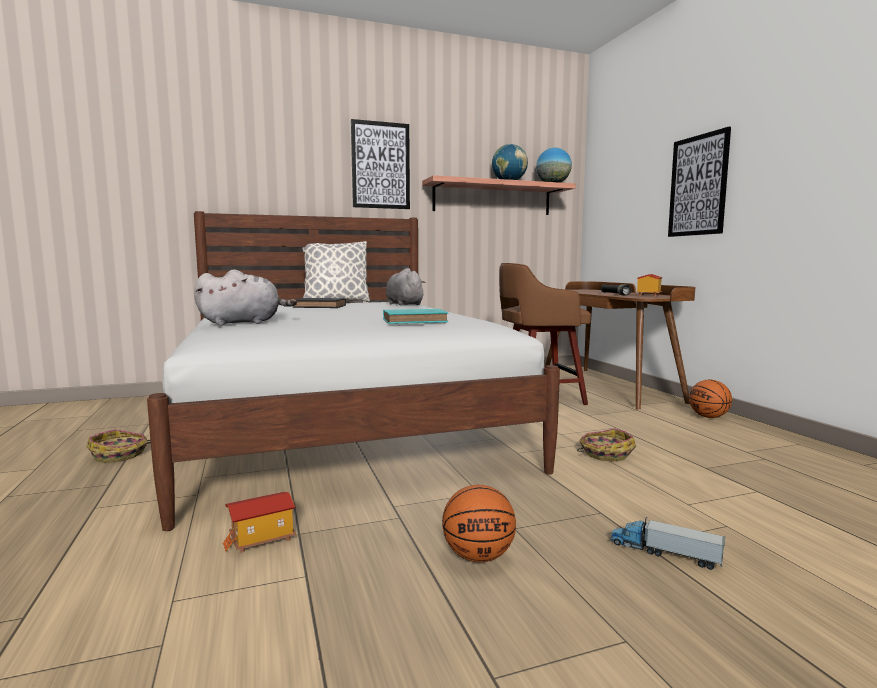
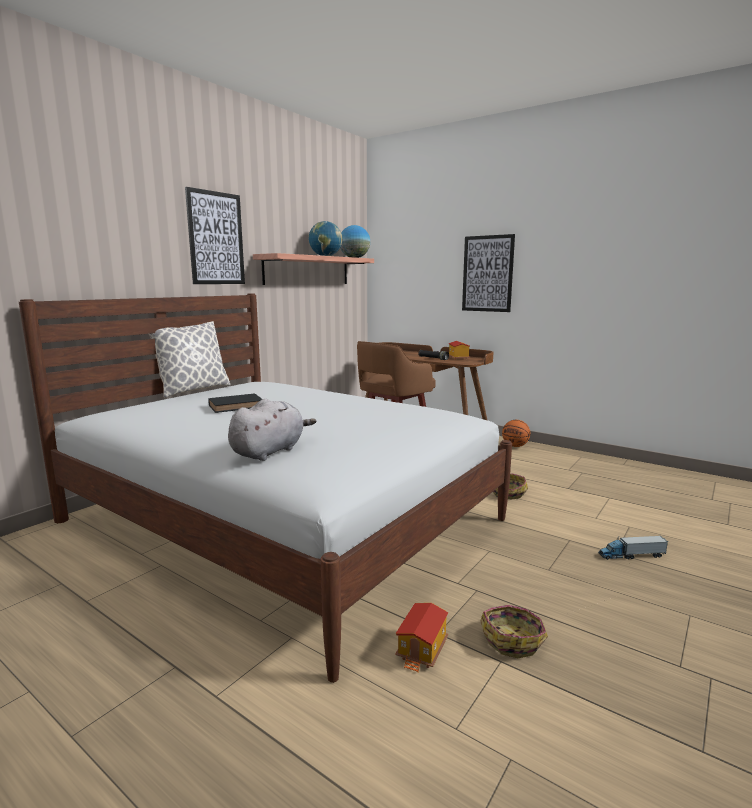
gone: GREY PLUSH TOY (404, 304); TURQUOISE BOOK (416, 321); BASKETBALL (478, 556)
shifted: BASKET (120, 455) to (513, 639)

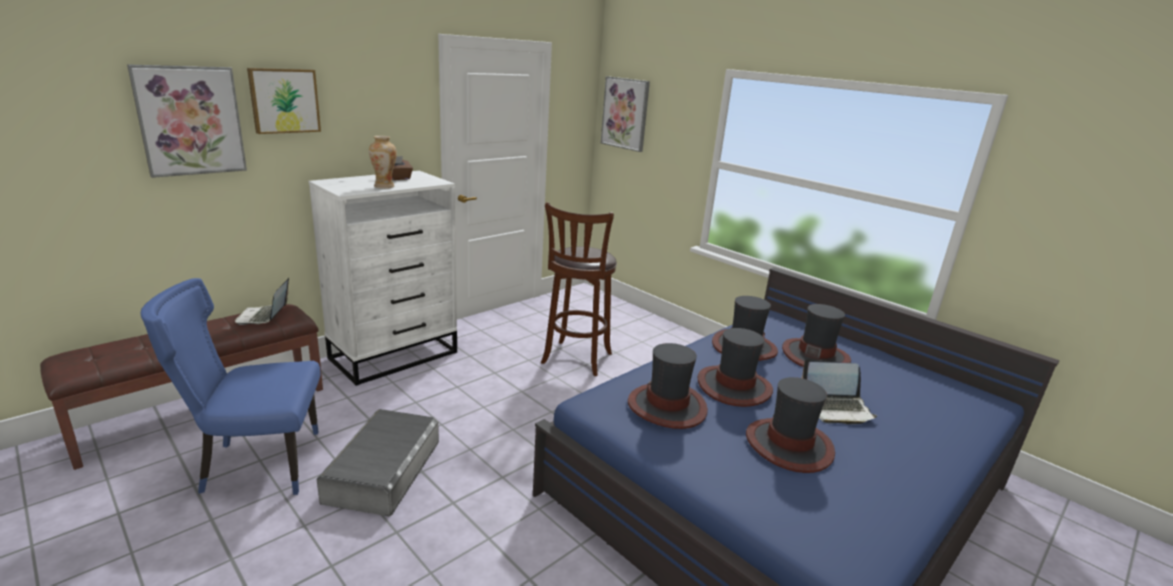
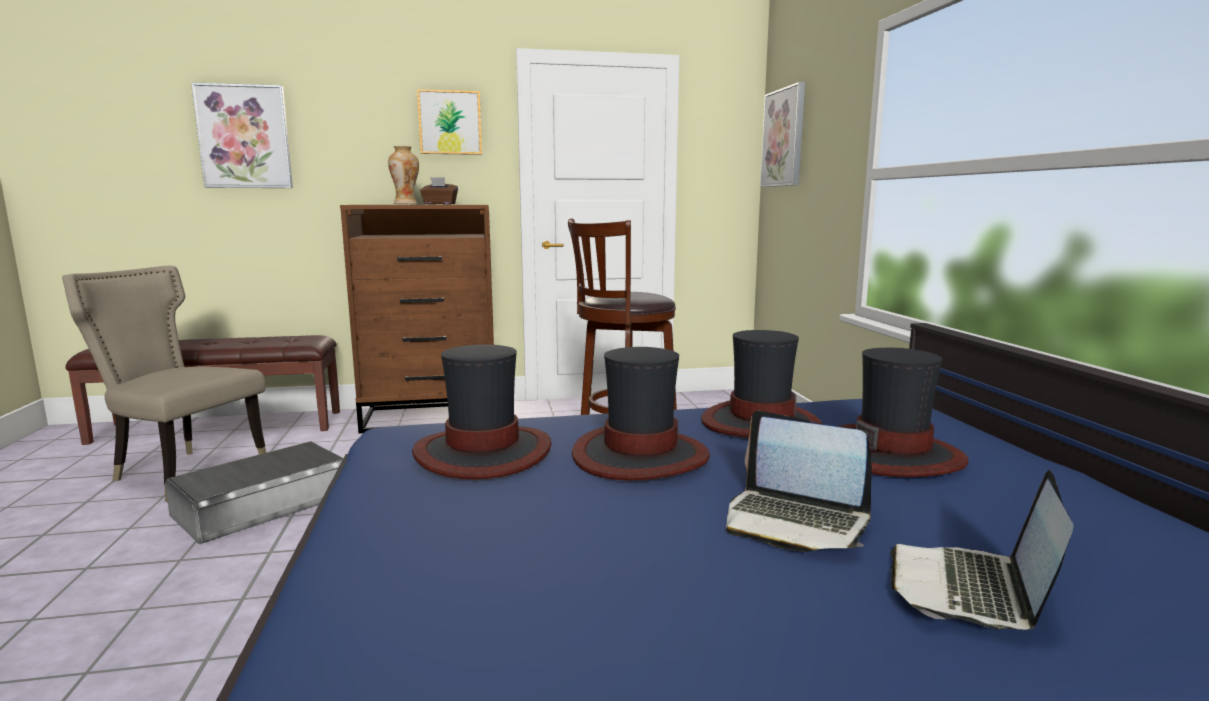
gone: HAT (789, 445)
shifted: PICTURE (284, 100) to (450, 123); LAPTOP (263, 316) to (970, 590)
repainted: WHITE DRESSER (395, 355) to BROWN DRESSER (432, 417); BLUE CHAIR (257, 464) to BEIGE CHAIR (184, 472)

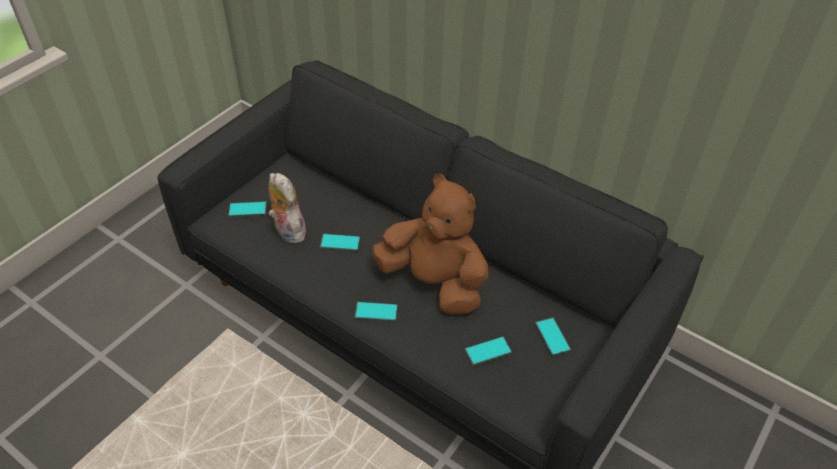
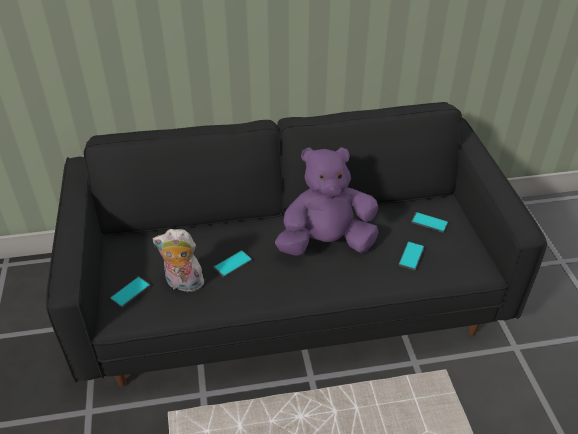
gone: PHONE (376, 312)
repainted: BROWN PLUSH TOY (434, 282) to PURPLE PLUSH TOY (326, 243)

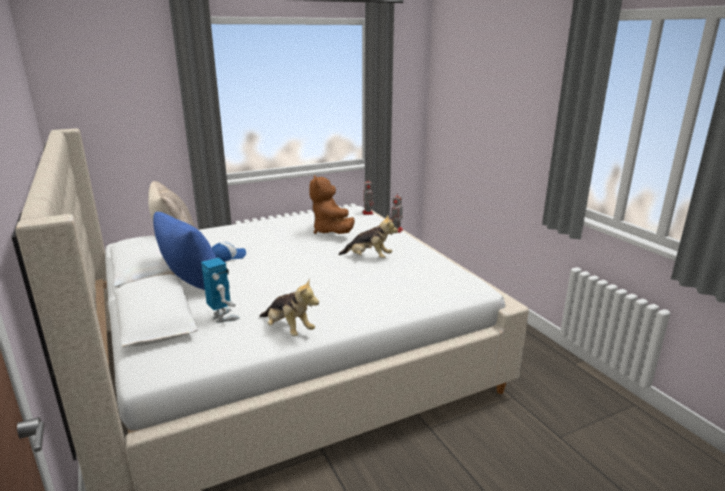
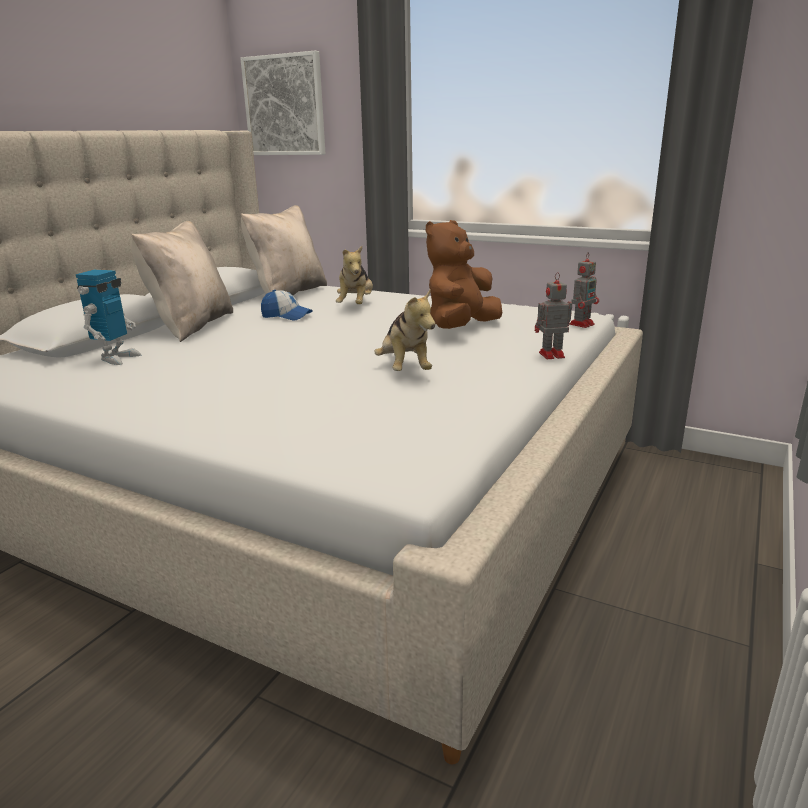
new: PICTURE (285, 106)
shifted: PLUSH TOY (288, 329) to (356, 305)
repainted: BLUE PILLOW (192, 285) to BEIGE PILLOW (191, 326)

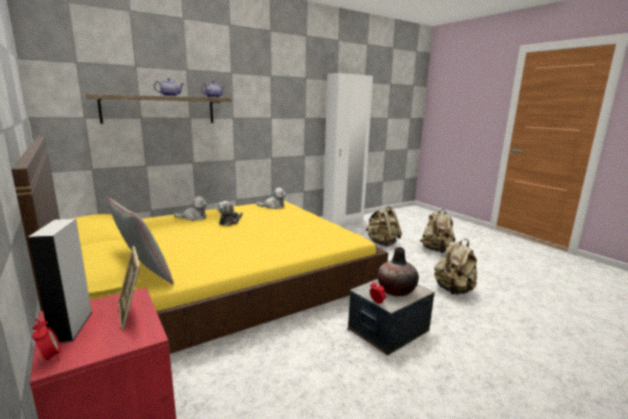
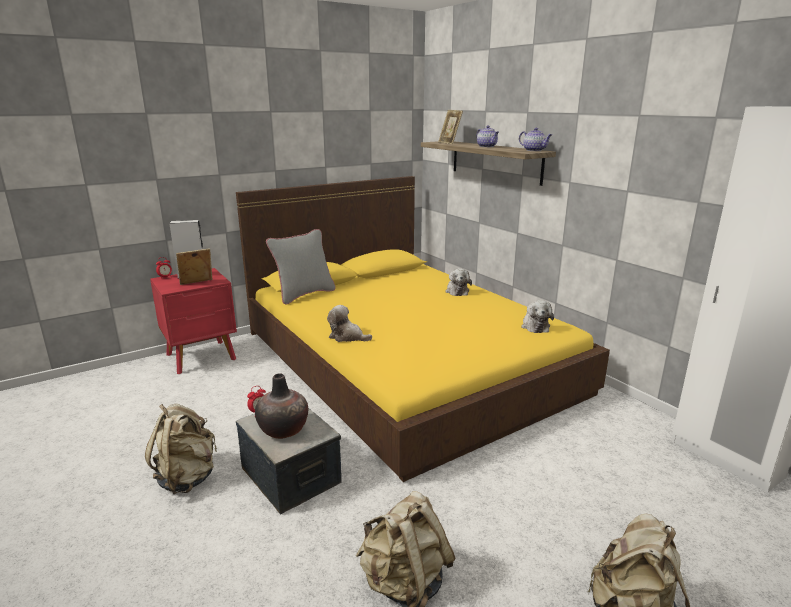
new: PICTURE FRAME (449, 143)
shifted: PLUSH TOY (230, 221) to (347, 337); BEIGE BACKPACK (382, 243) to (187, 477)

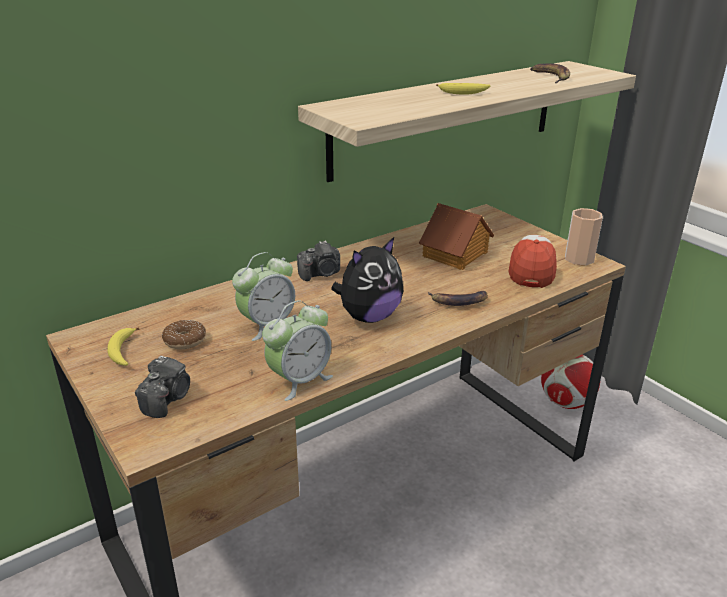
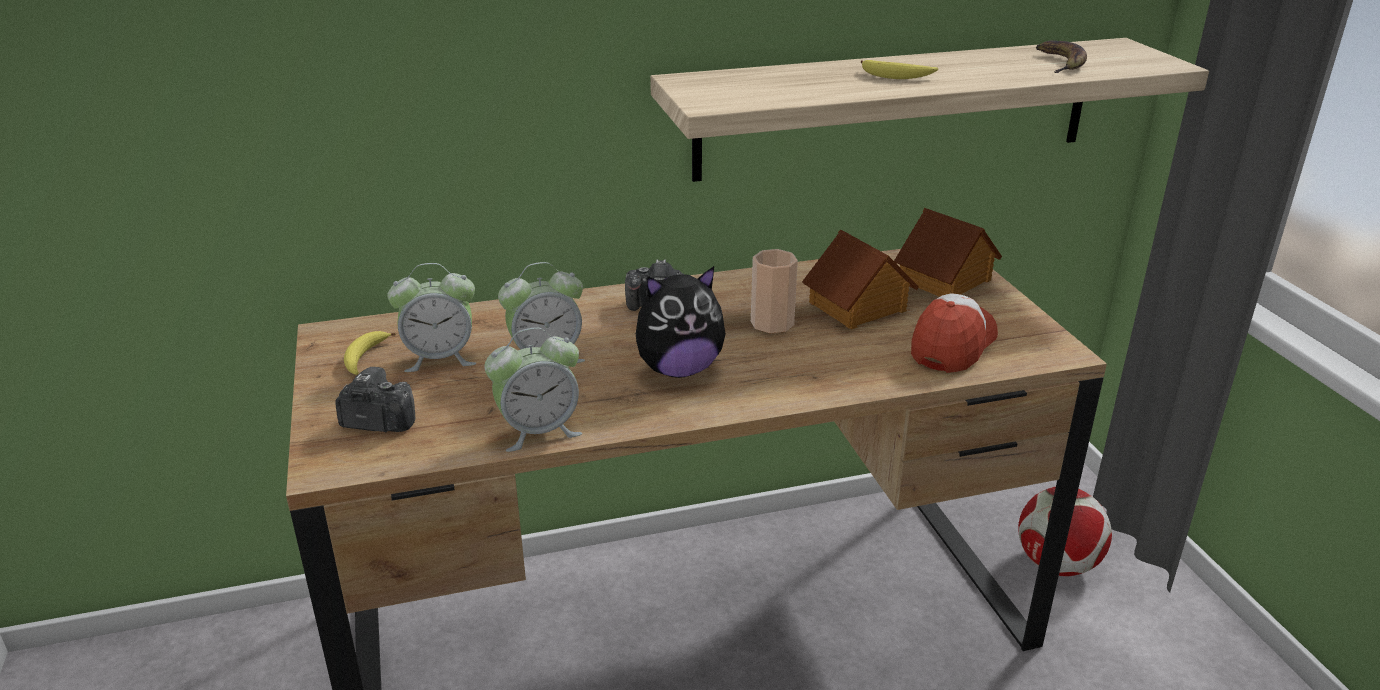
gone: BANANA (458, 301)
new: TOY HOUSE (946, 280)
shifted: CUP (579, 259) to (772, 323)
swapped: DONUT (185, 340) to ALARM CLOCK (440, 358)
rotated: PHOTO CAMERA (167, 399) = (378, 422) 120 degrees counterclockwise

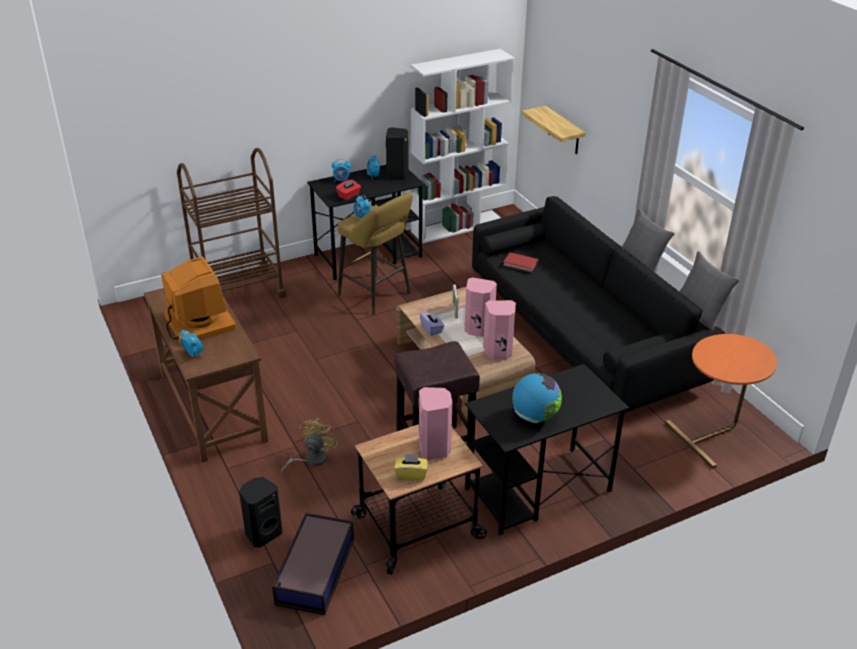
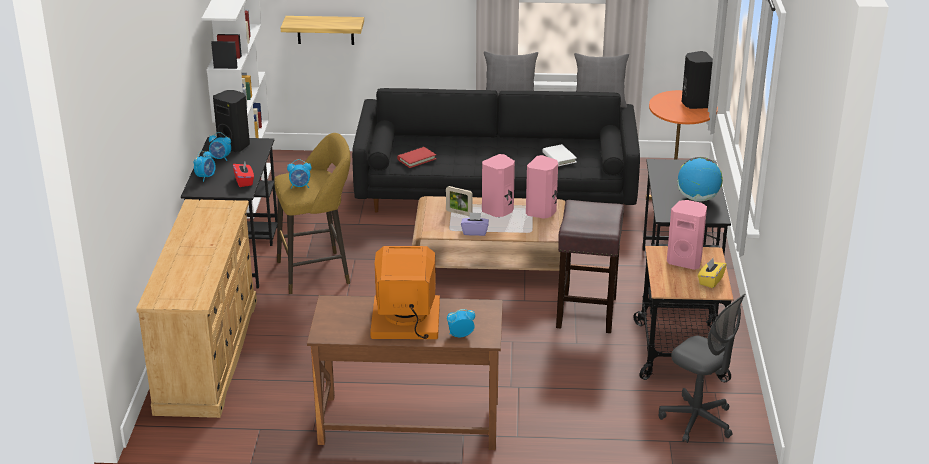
gone: YELLOW FAN (311, 459)
new: WHITE BOOK (559, 157)
shifted: BLACK SPEAKER (263, 533) to (694, 104)
swapped: BROWN CART (238, 291) to BEIGE DRESSER (207, 354); STORAGE BOX (314, 572) to GREY OFFICE CHAIR (697, 421)

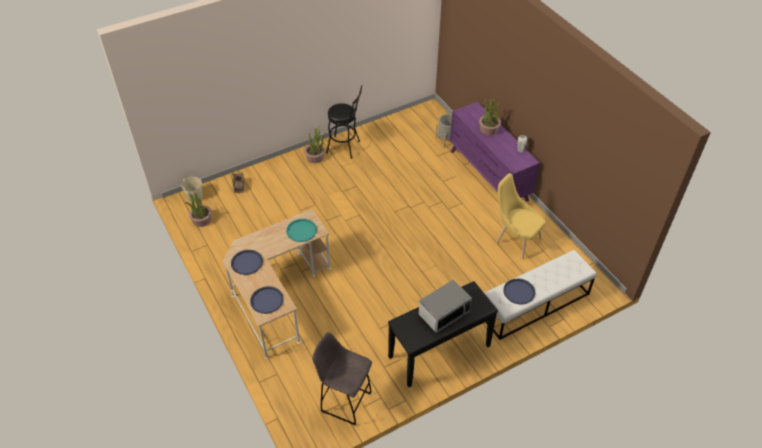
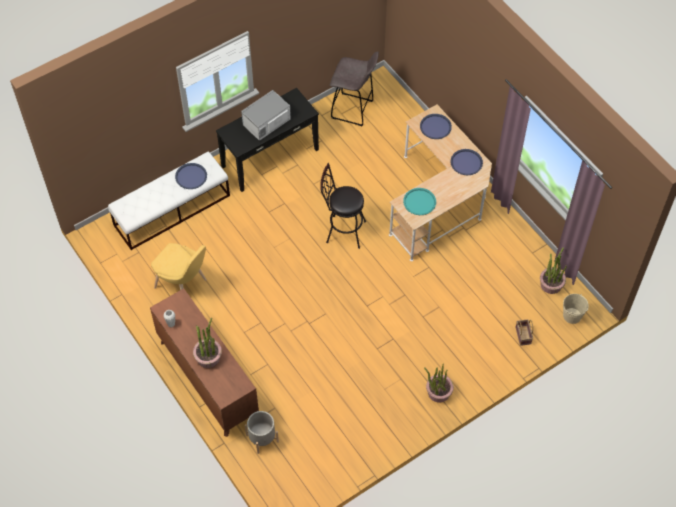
shifted: BLACK STOOL (346, 148) to (342, 231)
repainted: PURPLE DRESSER (489, 175) to BROWN DRESSER (207, 379)

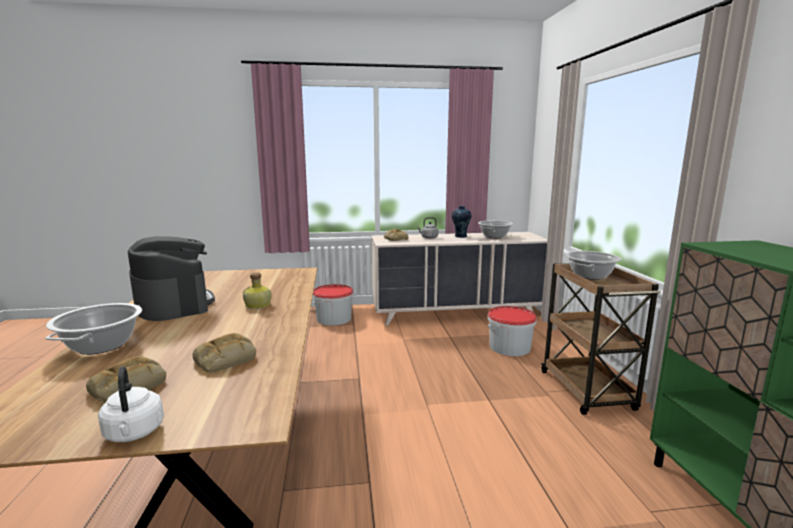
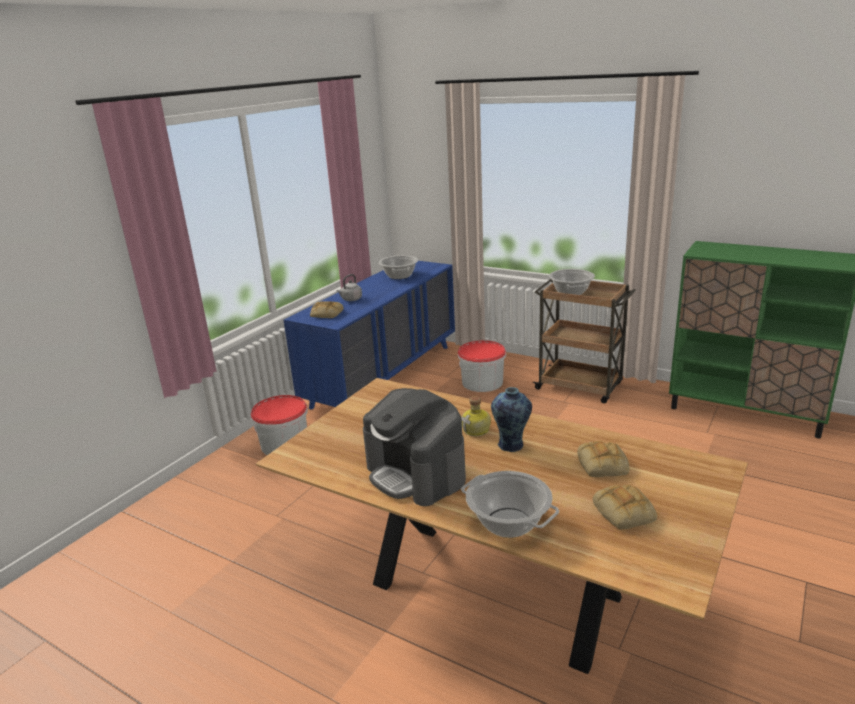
gone: WHITE KETTLE (134, 433)
shifted: VASE (460, 236) to (511, 446)
repainted: BEIGE DRESSER (456, 314) to BLUE DRESSER (384, 375)
rotated: COFFEE MACHINE (174, 305) = (416, 474) 135 degrees counterclockwise

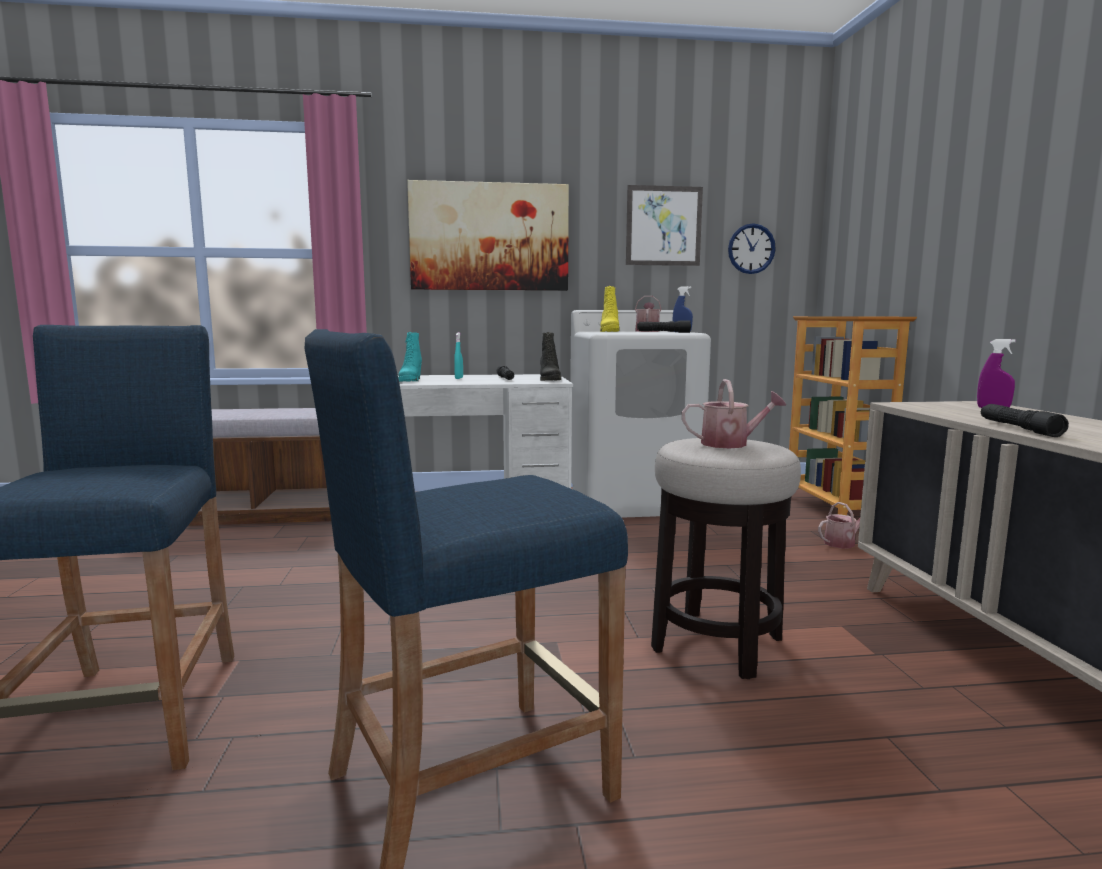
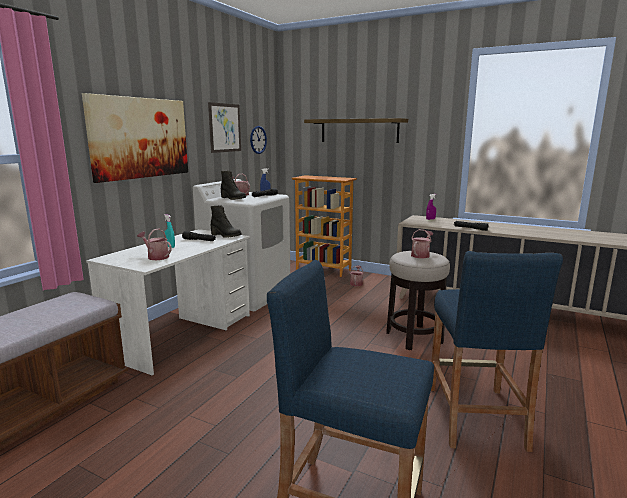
new: SHELF (359, 131)
swapped: TURQUOISE BOOT (410, 381) to WATERING CAN (156, 257)
repainted: YELLOW BOOT (609, 331) to BLACK BOOT (233, 198)

